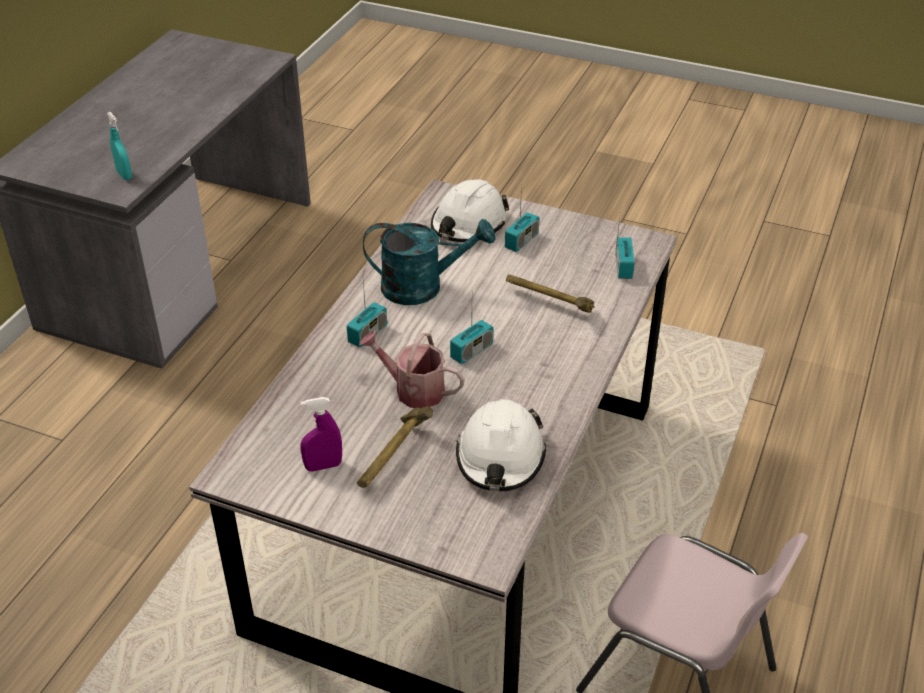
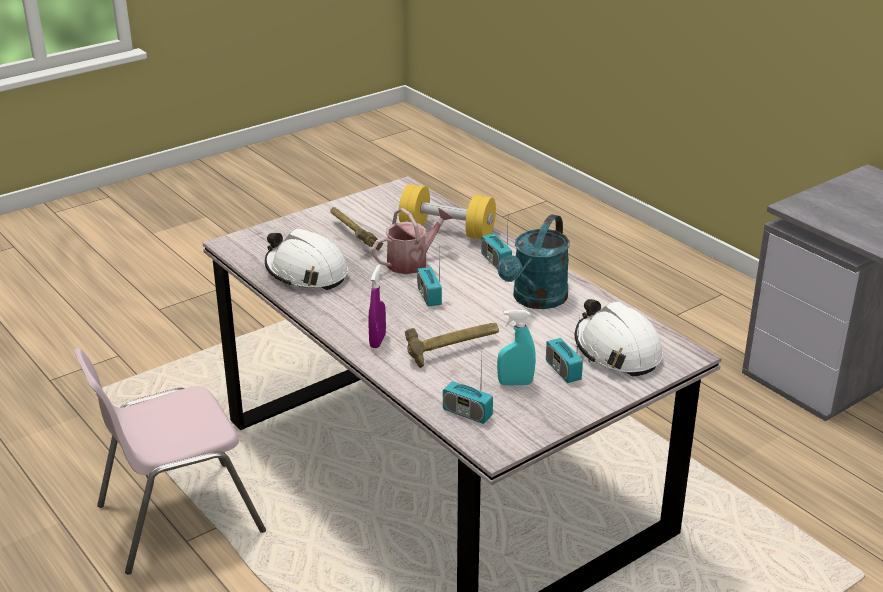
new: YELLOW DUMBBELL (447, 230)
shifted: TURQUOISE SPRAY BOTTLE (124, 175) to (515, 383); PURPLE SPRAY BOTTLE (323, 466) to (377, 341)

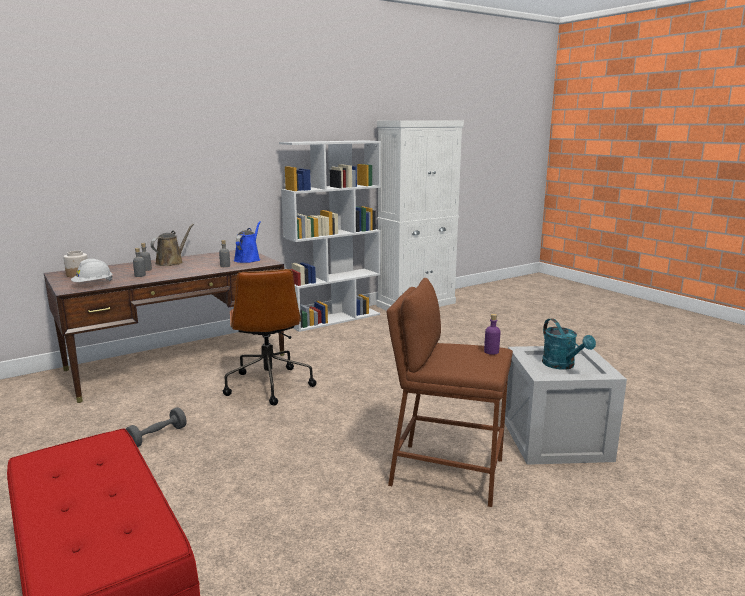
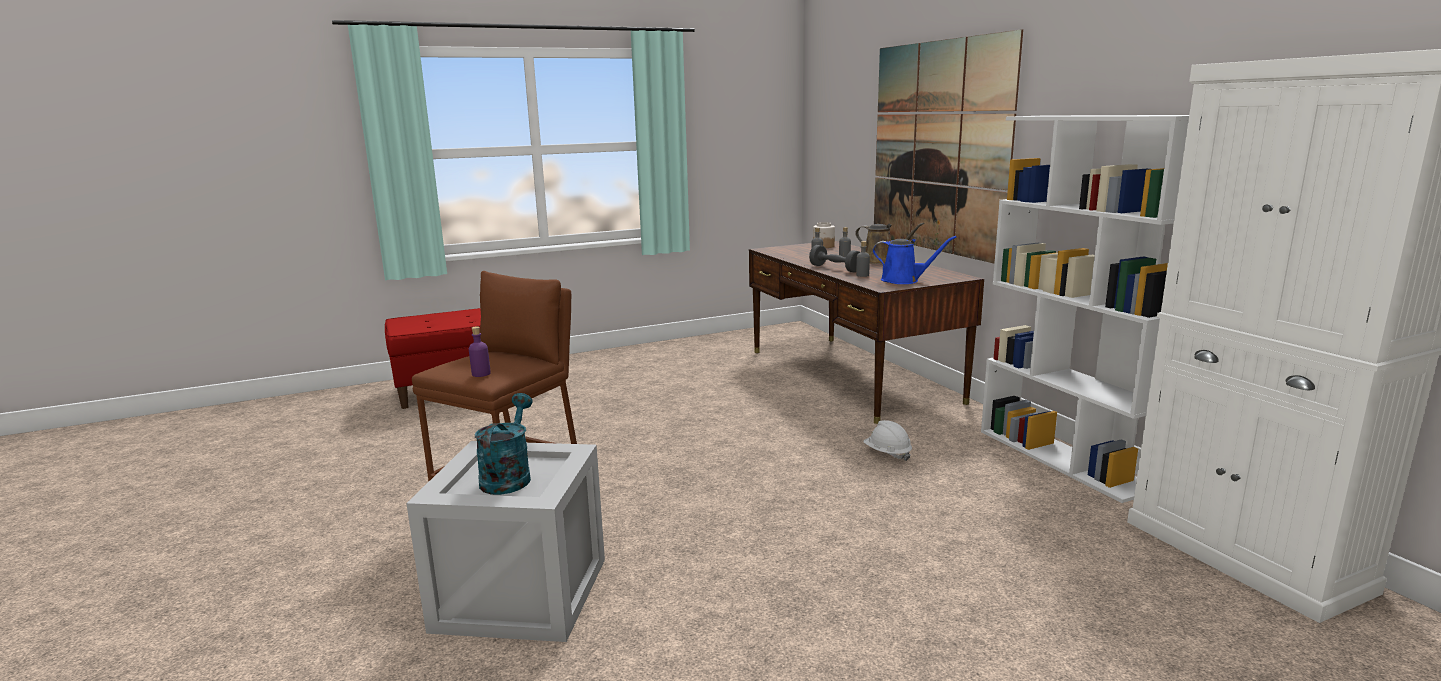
gone: BROWN OFFICE CHAIR (268, 385)
new: PICTURE (938, 148)
shifted: WHITE HARD HAT (93, 284) to (887, 454); GREY DUMBBELL (157, 436) to (835, 268)
rotated: TURQUOISE WATERING CAN (562, 365) = (508, 477) 105 degrees clockwise

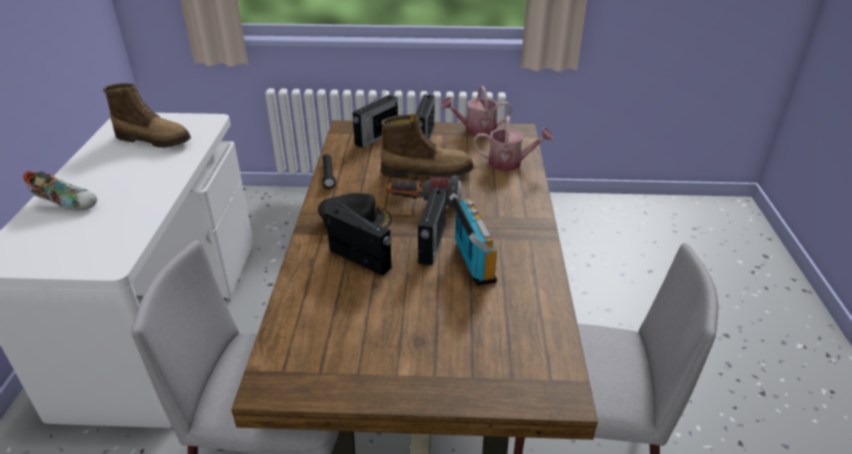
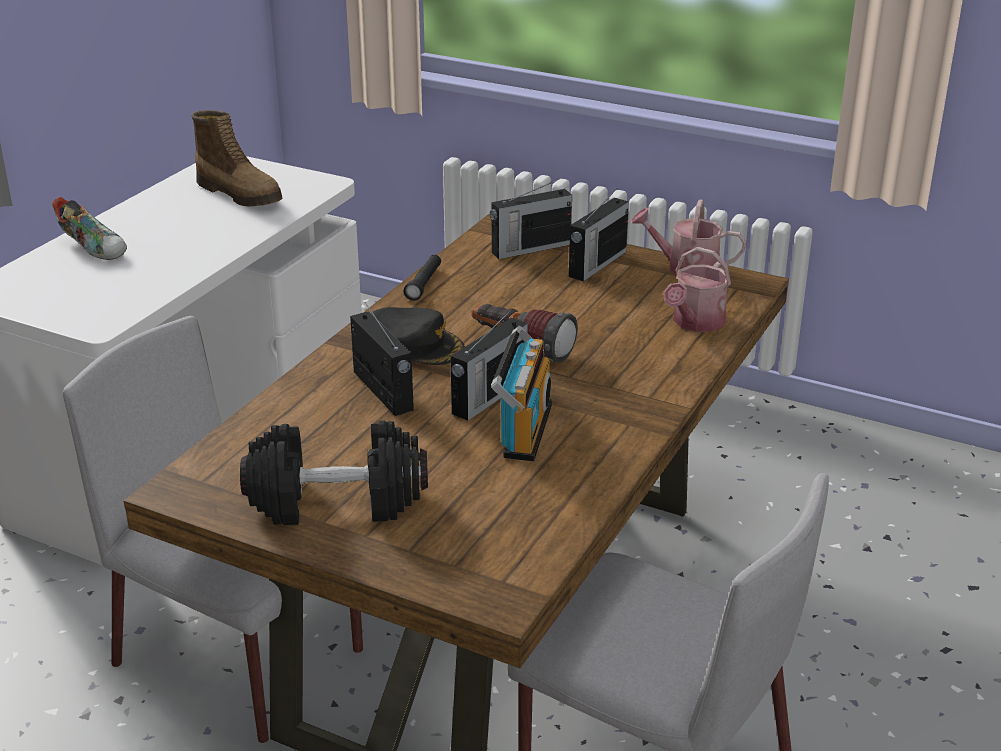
gone: BOOT (427, 172)
new: BLACK DUMBBELL (337, 501)
rotated: WATERING CAN (510, 163) = (695, 323) 90 degrees clockwise

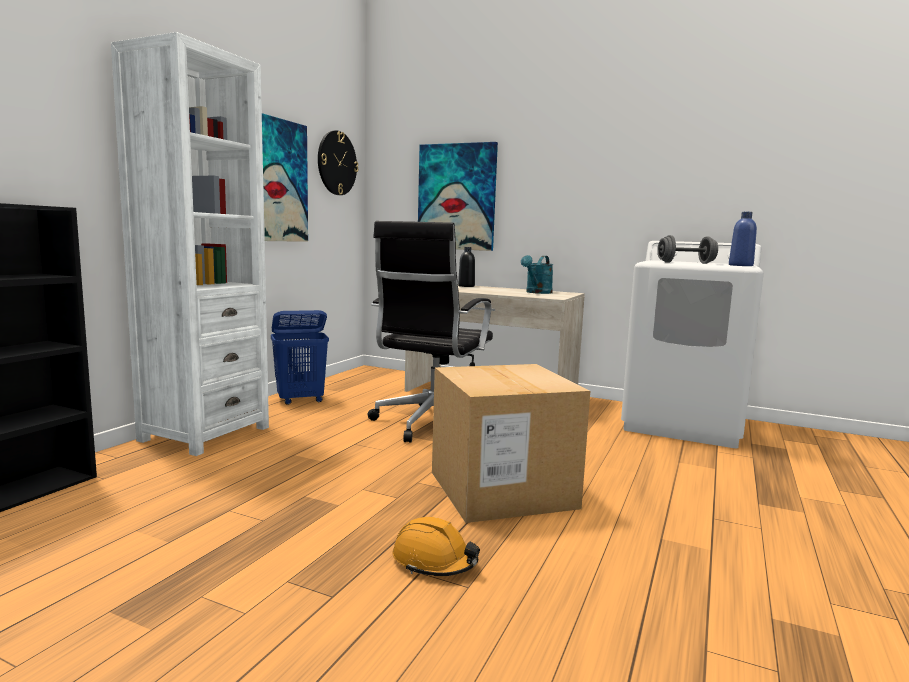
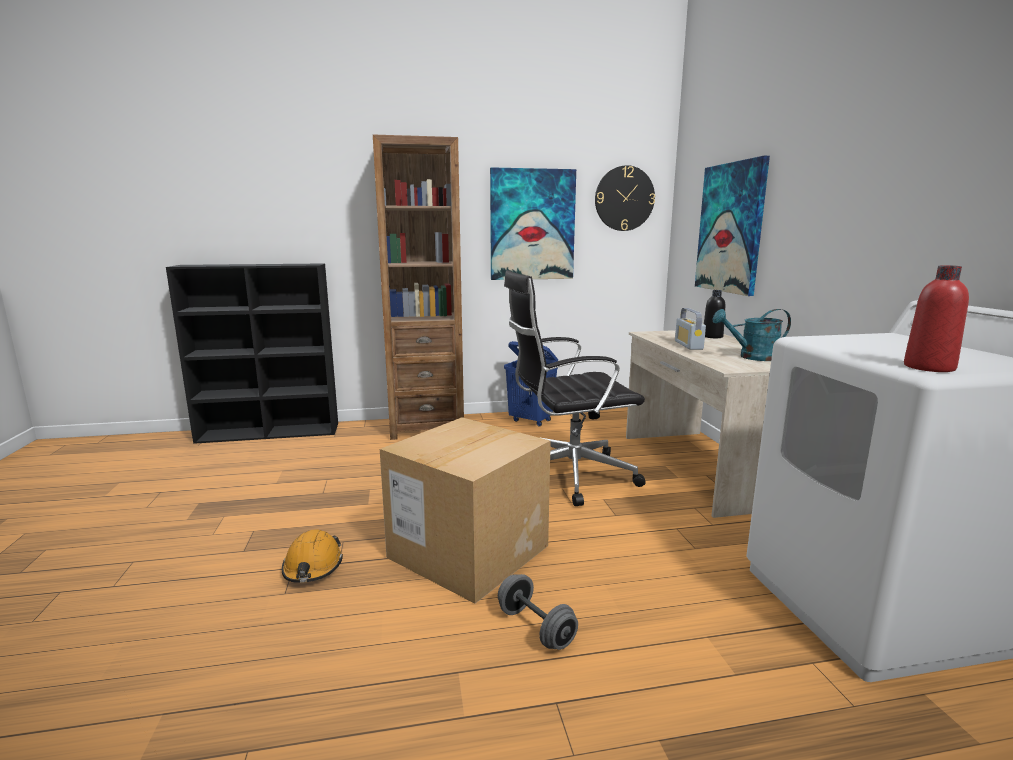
new: RADIO (688, 345)
shifted: GREY DUMBBELL (686, 263) to (536, 628)
repainted: WHITE BOOKCASE (205, 434) to BROWN BOOKCASE (426, 427); BLUE BOTTLE (740, 265) to RED BOTTLE (929, 367)

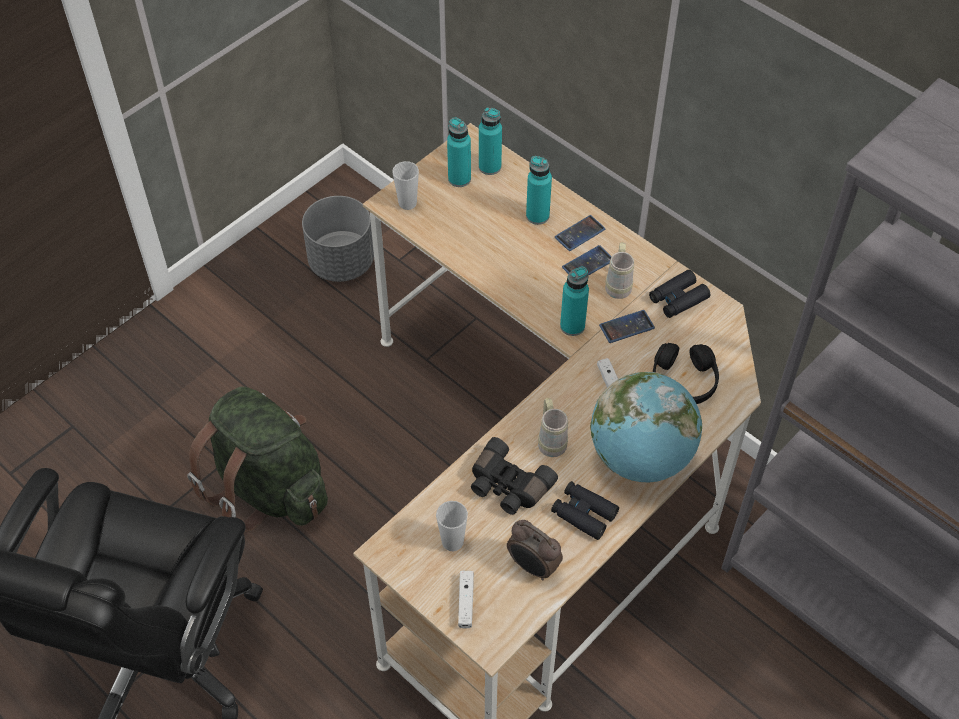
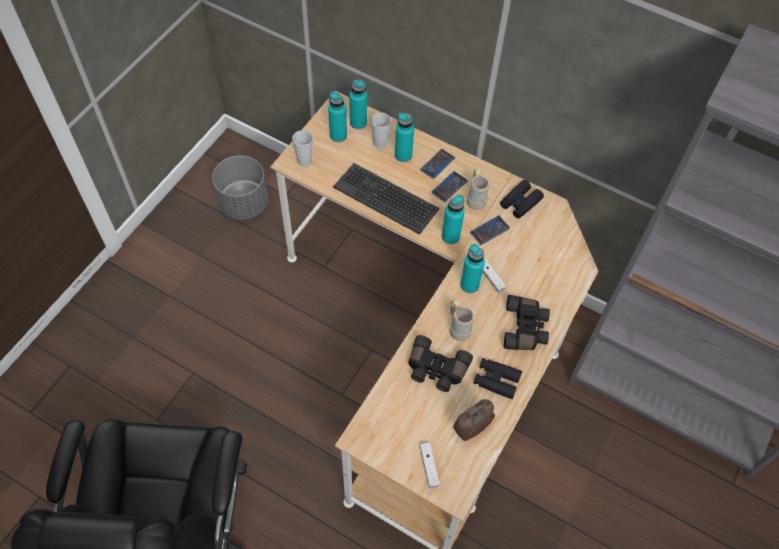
gone: BLACK HEADPHONES (683, 381); GREEN BACKPACK (268, 488)
new: KEYBOARD (386, 198); TURQUOISE BOTTLE (469, 285)
shifted: CUP (452, 542) to (380, 143)
swapped: GLOBE (641, 457) to BLACK BINOCULARS (525, 328)
rotated: ALARM CLOCK (533, 567) = (470, 429) 120 degrees clockwise

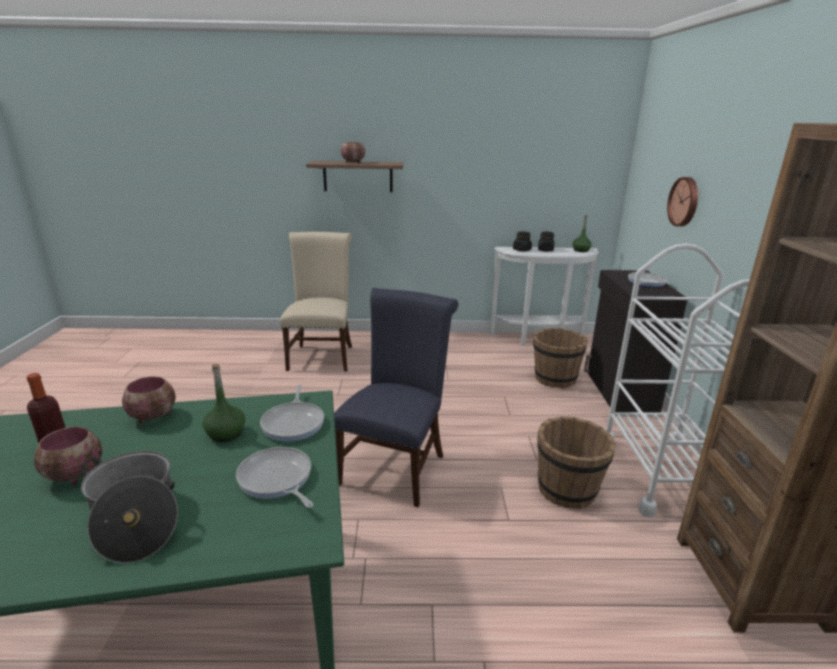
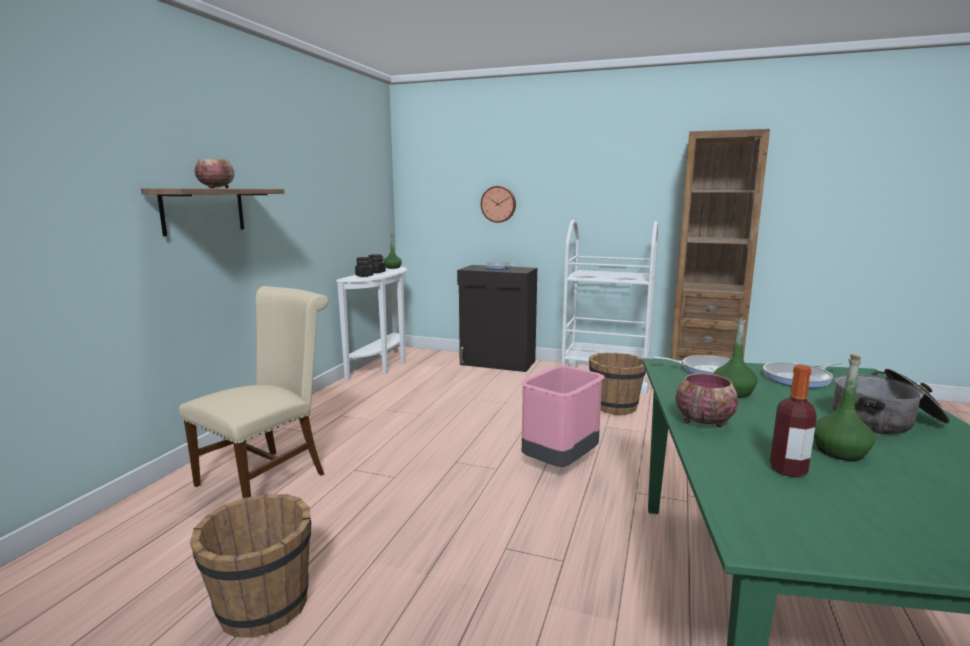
shifted: BROWN BUCKET (554, 379) to (262, 607)
swapped: BLUE CHAIR (396, 465) to PINK TRASH CAN (559, 463); BOWL (75, 475) to GREEN BOTTLE (840, 452)
rotated: BEIGE CHAIR (322, 355) = (268, 476) 105 degrees clockwise

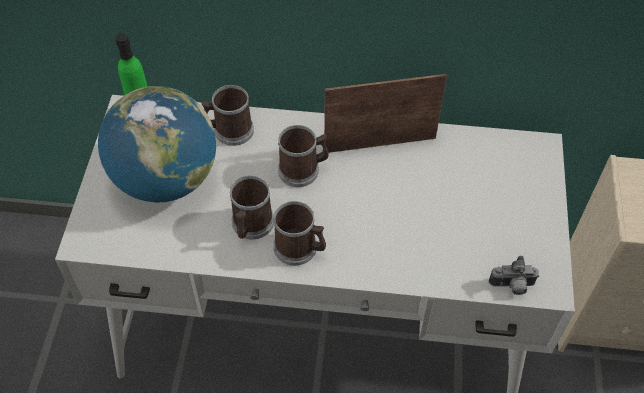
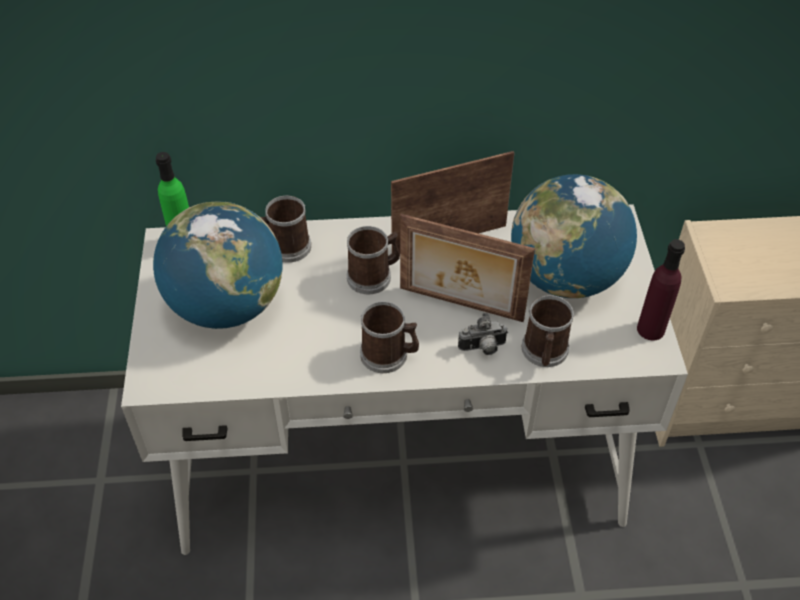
new: GLOBE (565, 278); PICTURE FRAME (460, 305); PURPLE BOTTLE (650, 329)
shifted: MUG (251, 225) to (544, 352); PHOTO CAMERA (512, 286) to (483, 348)

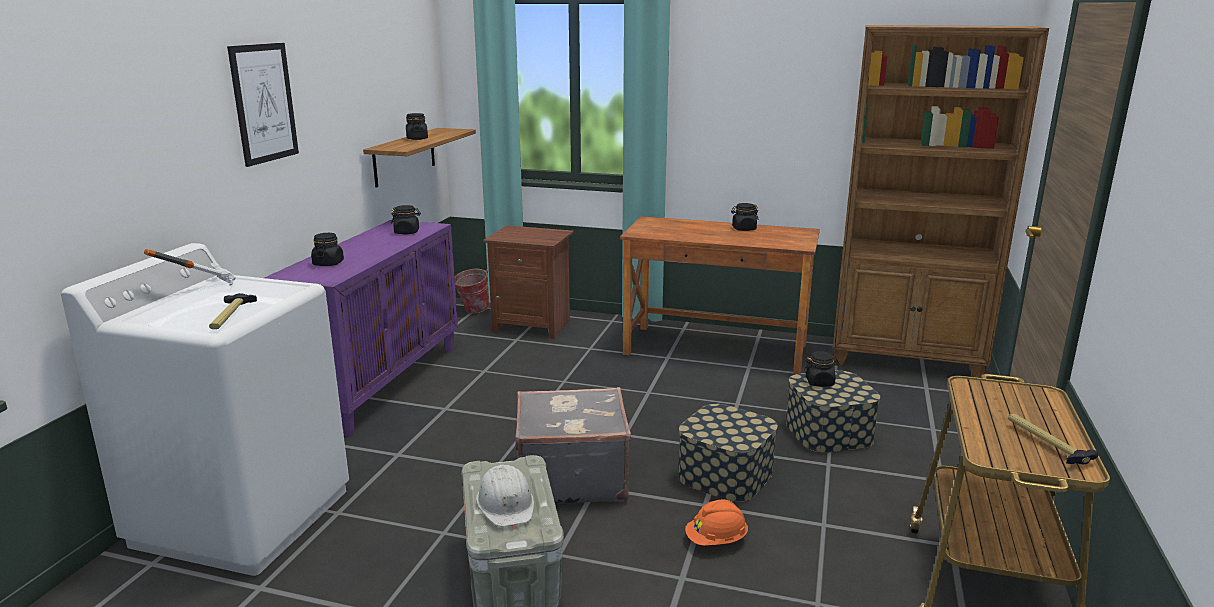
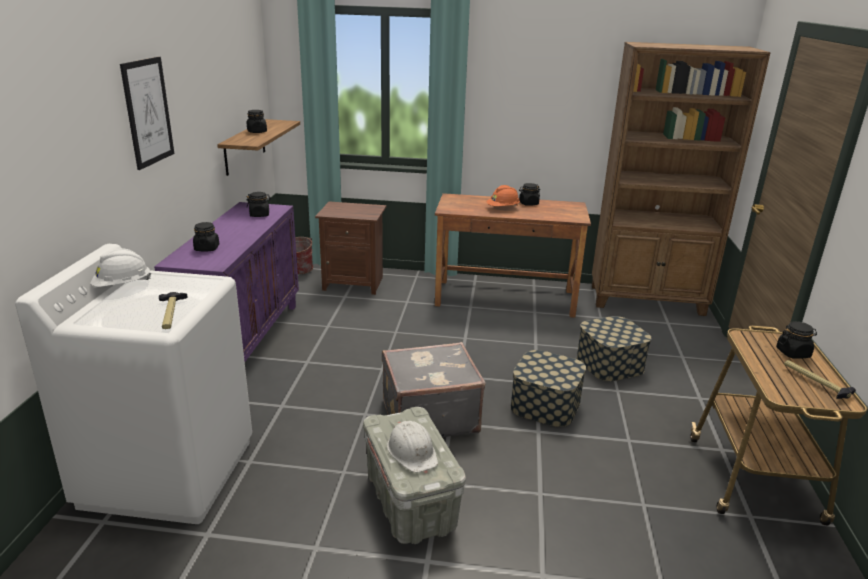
shifted: BLACK JAR (820, 382) to (793, 353); ORANGE HARD HAT (716, 540) to (503, 208)
swapped: HAMMER (195, 288) to WHITE HARD HAT (122, 286)

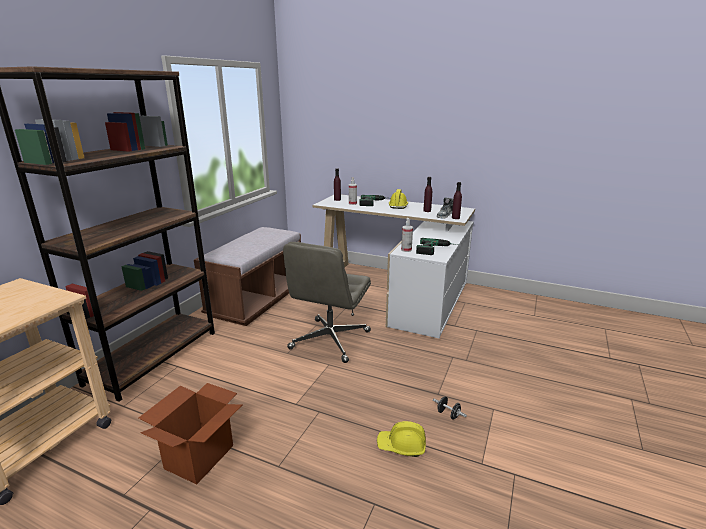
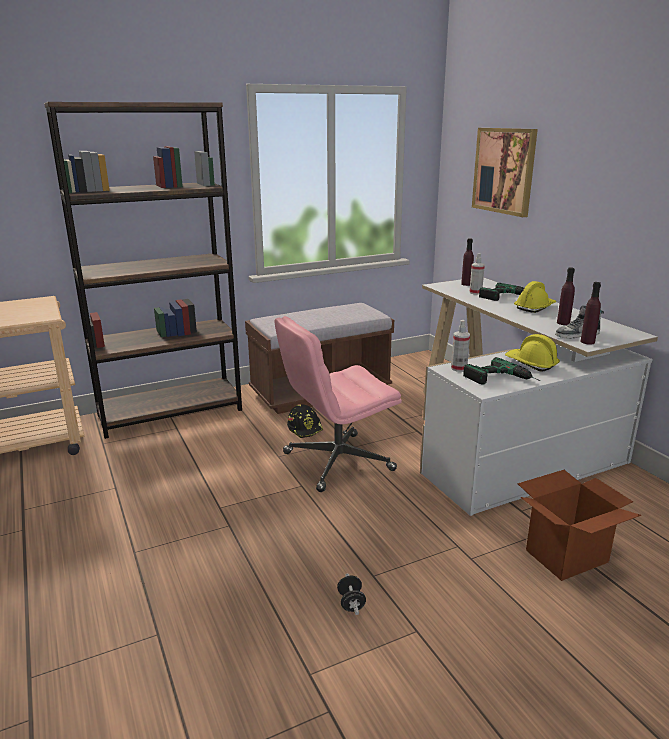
new: PICTURE (504, 171); BLACK HARD HAT (305, 428)
shifted: CARDBOARD BOX (199, 456) to (567, 556); YELLOW HARD HAT (401, 446) to (531, 363)
repainted: GREY OFFICE CHAIR (330, 340) to PINK OFFICE CHAIR (337, 462)

